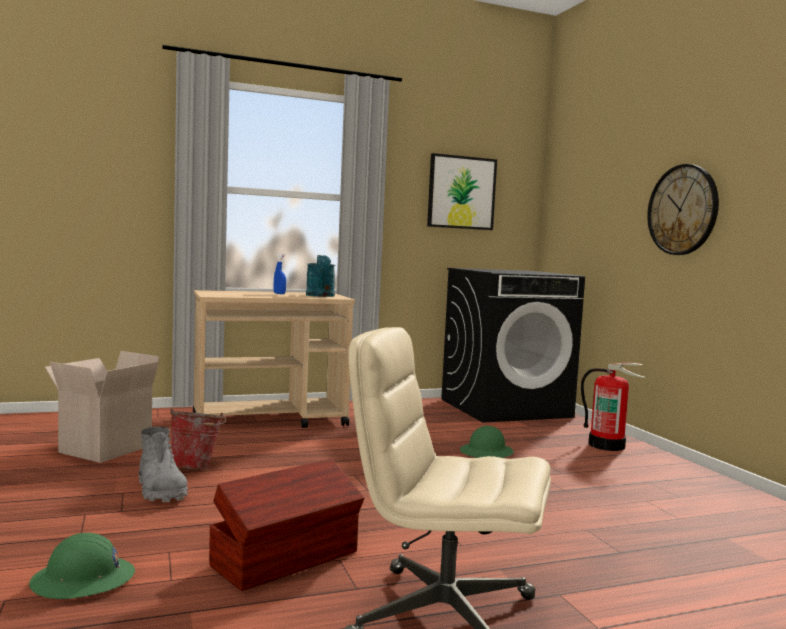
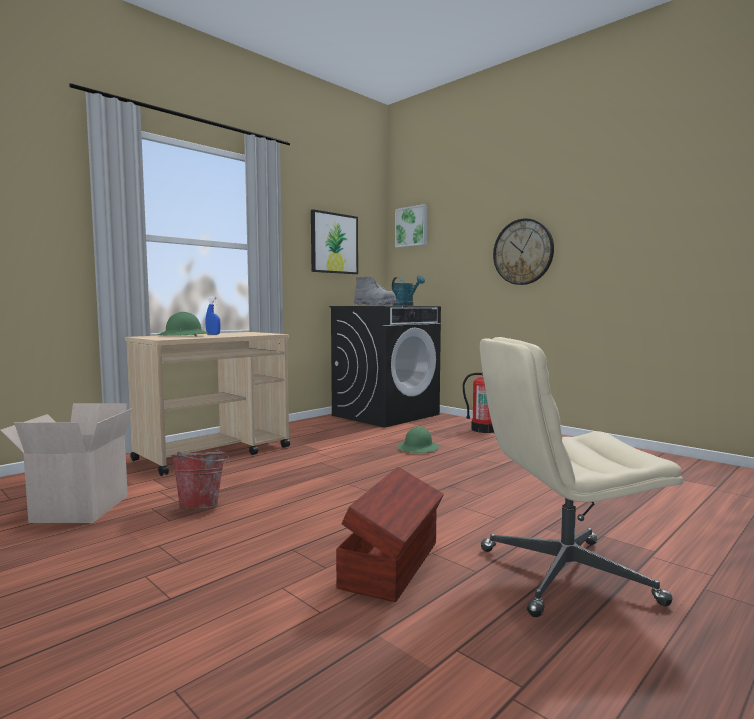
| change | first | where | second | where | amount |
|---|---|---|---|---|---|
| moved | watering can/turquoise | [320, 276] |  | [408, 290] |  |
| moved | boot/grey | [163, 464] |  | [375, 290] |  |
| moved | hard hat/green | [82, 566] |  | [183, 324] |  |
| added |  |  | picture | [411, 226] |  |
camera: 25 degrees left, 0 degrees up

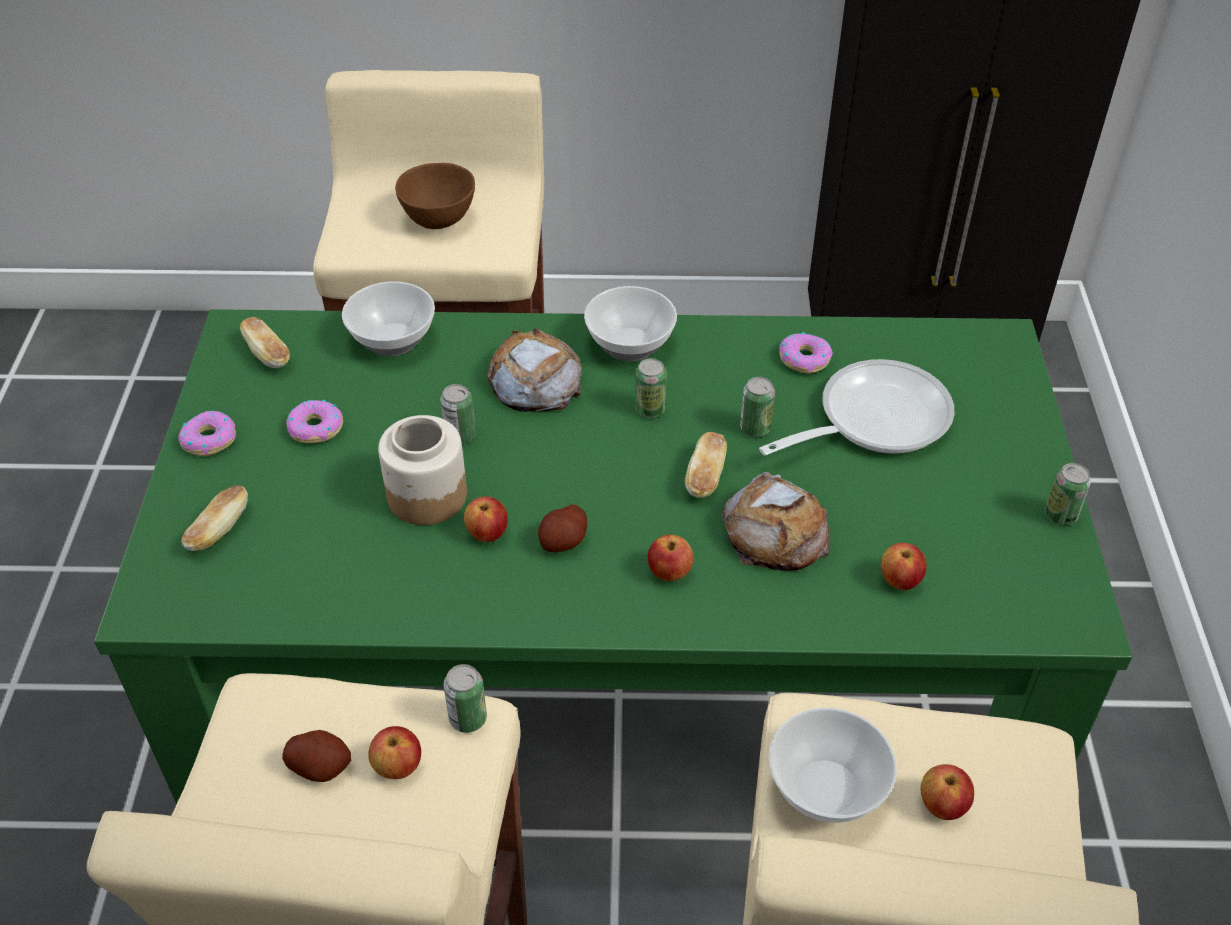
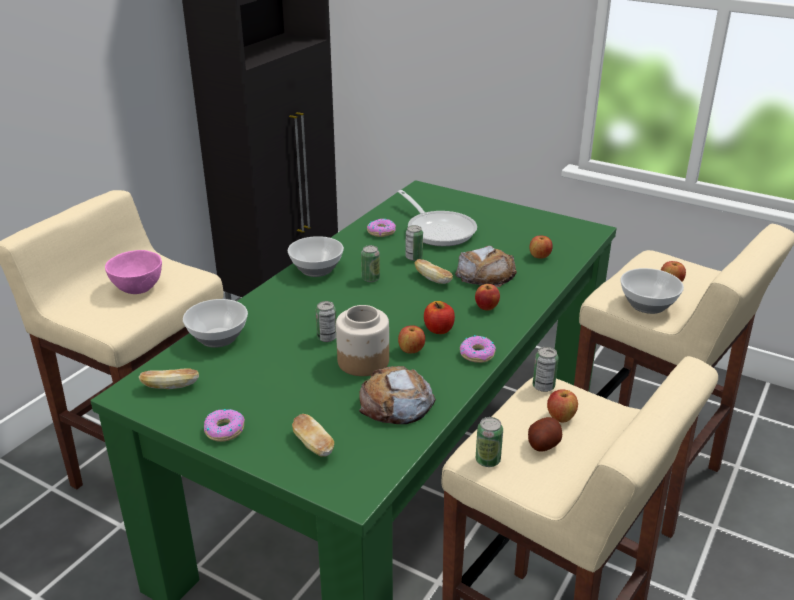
| change | first | where | second | where | amount |
|---|---|---|---|---|---|
| recoloured | bowl/brown | [435, 196] | bowl/pink | [133, 272] |  |
| moved | bread | [534, 370] |  | [397, 395] |  |
| turned | frying pan | [856, 407] |  | [437, 218] | 150 degrees clockwise |
| moved | donut | [314, 421] |  | [478, 349] |  |
| moved | can | [1068, 494] |  | [489, 442] |  |
| replaced | potato | [562, 528] | apple | [439, 317] |  |
camera: 60 degrees left, 15 degrees down

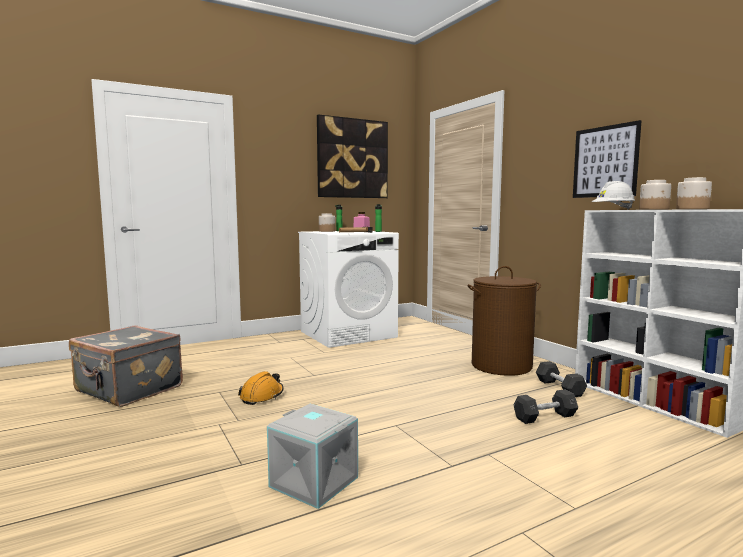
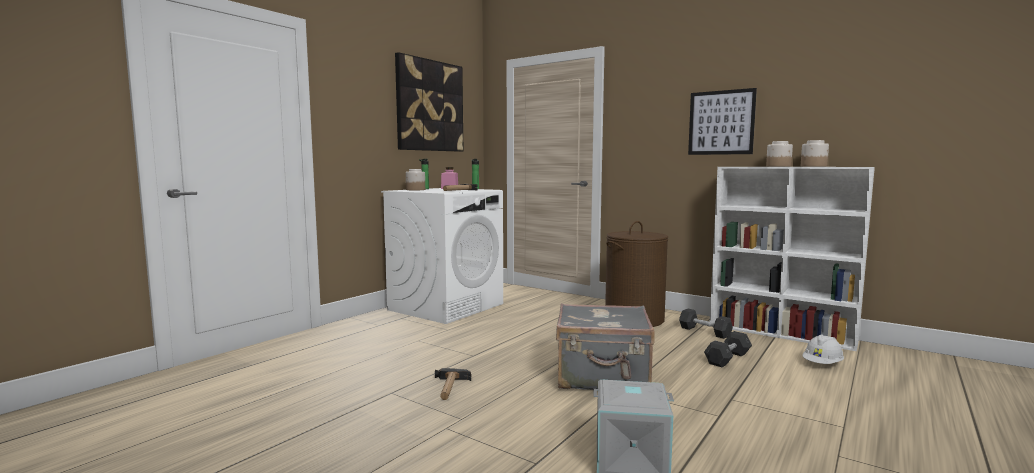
| change | first | where | second | where | amount |
|---|---|---|---|---|---|
| moved | hard hat/white | [613, 195] |  | [823, 349] |  |
| moved | suitcase/grey | [126, 366] |  | [605, 346] |  |
| replaced | hard hat/orange | [261, 388] | hammer | [453, 384] |  |
camera: 25 degrees left, 0 degrees up

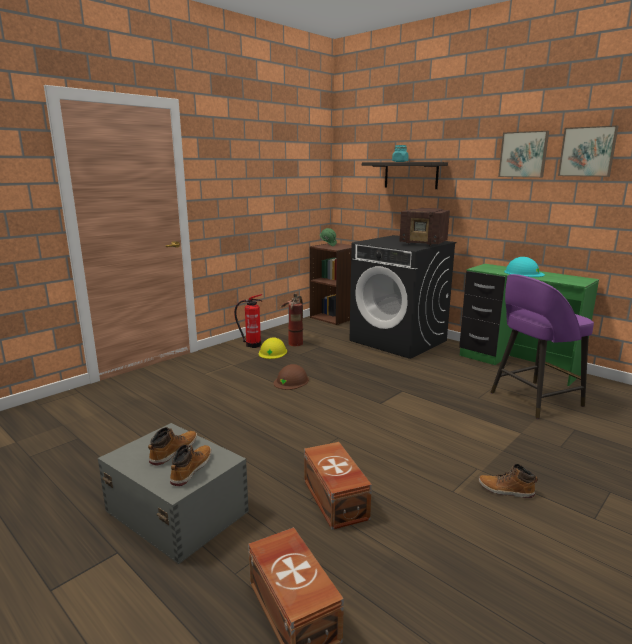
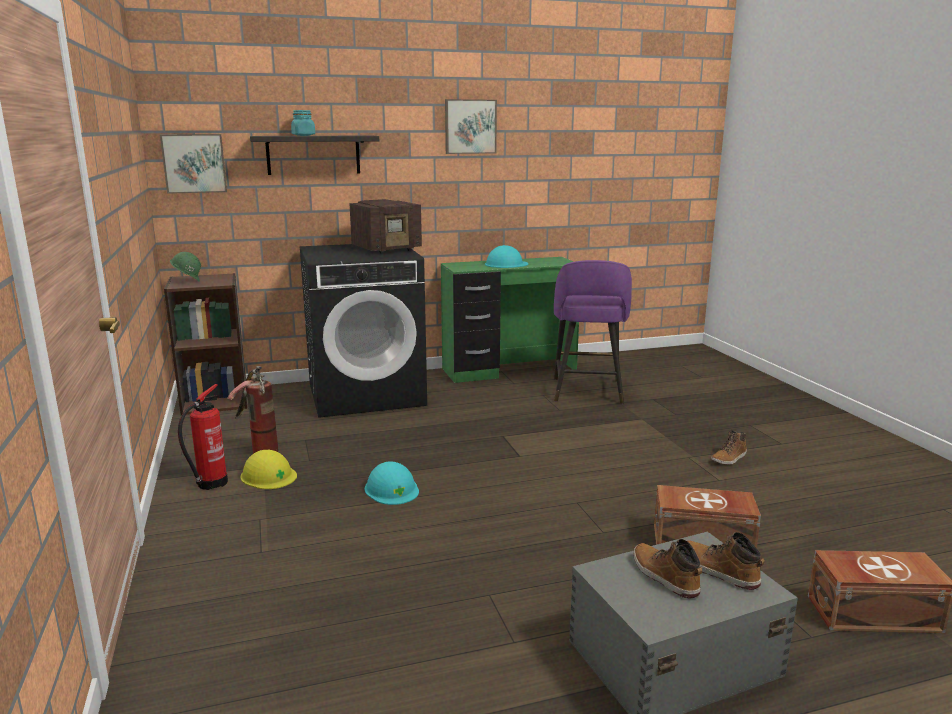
| change | first | where | second | where | amount |
|---|---|---|---|---|---|
| moved | picture | [588, 151] |  | [193, 164] |  |
| recoloured | hard hat/brown | [291, 377] | hard hat/turquoise | [392, 483] |  |
camera: 60 degrees left, 0 degrees up

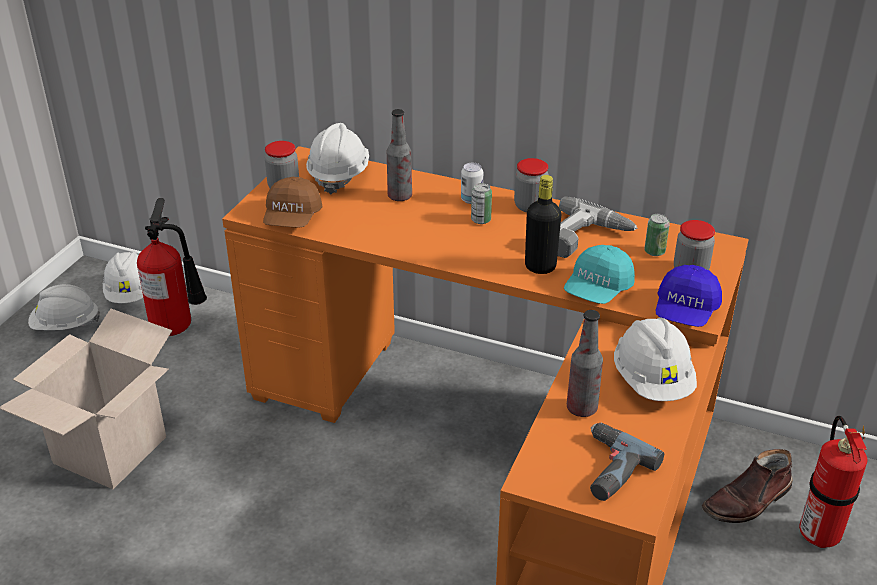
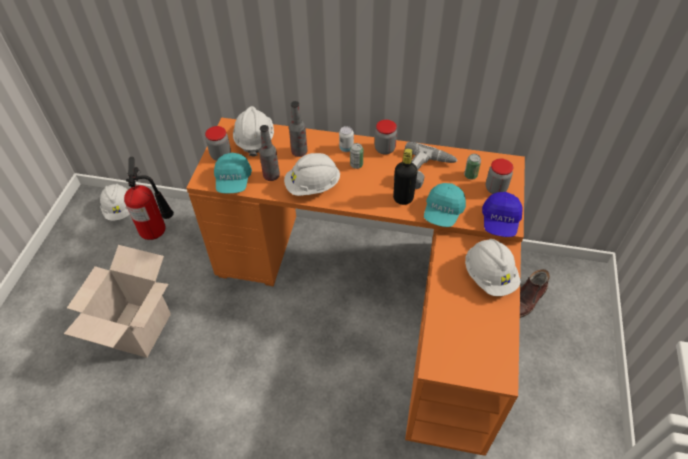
| change | first | where | second | where | amount |
|---|---|---|---|---|---|
| recoloured | cap/brown | [293, 202] | cap/turquoise | [233, 172] |  |
| moved | hard hat/white | [64, 307] |  | [312, 174] |  |
| moved | bottle | [585, 363] |  | [269, 153] |  |
| removed | fire extinguisher | [833, 482] |  |  |  |
| removed | power drill | [627, 462] |  |  |  |
camera: 10 degrees left, 15 degrees up

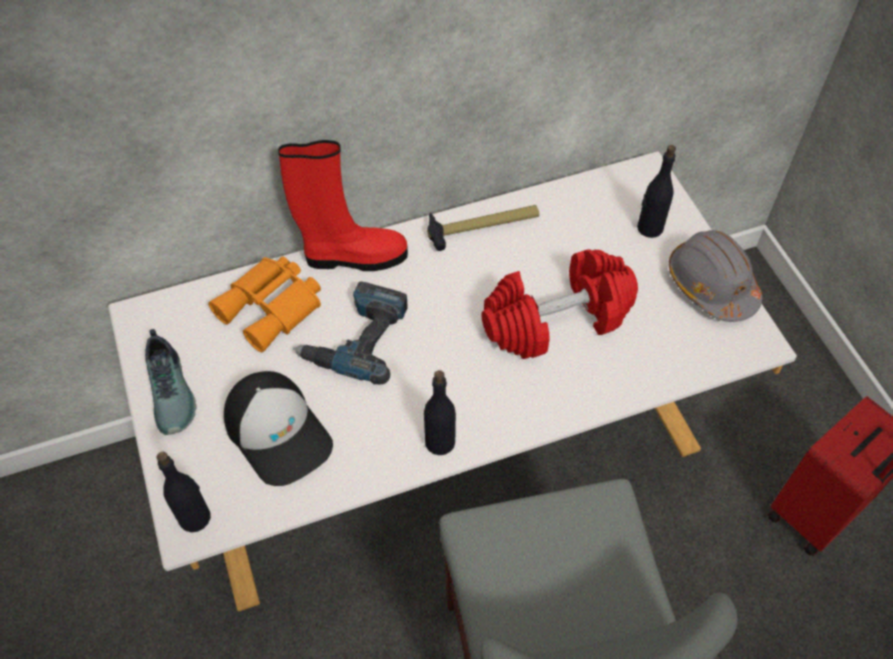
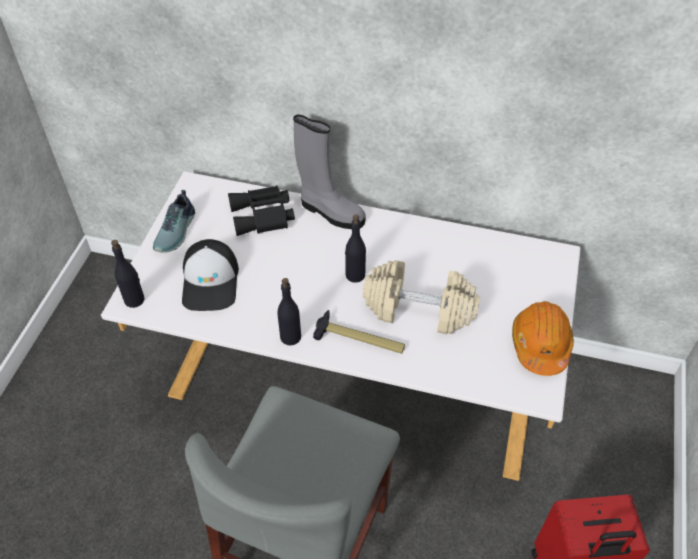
| change | first | where | second | where | amount |
|---|---|---|---|---|---|
| recoloured | boot/red | [343, 205] | boot/grey | [329, 172] |  |
| moved | bottle/black | [656, 191] |  | [355, 248] |  |
| moved | hammer | [483, 228] |  | [359, 332] |  |
| recoloured | hard hat/grey | [715, 276] | hard hat/orange | [543, 338] |  |
| recoloured | dumbbell/red | [559, 304] | dumbbell/beige | [421, 297] |  |
| recoloured | binoculars/orange | [264, 304] | binoculars/black | [261, 210] |  |
| removed | power drill | [350, 333] |  |  |  |
camera: 35 degrees right, 5 degrees down

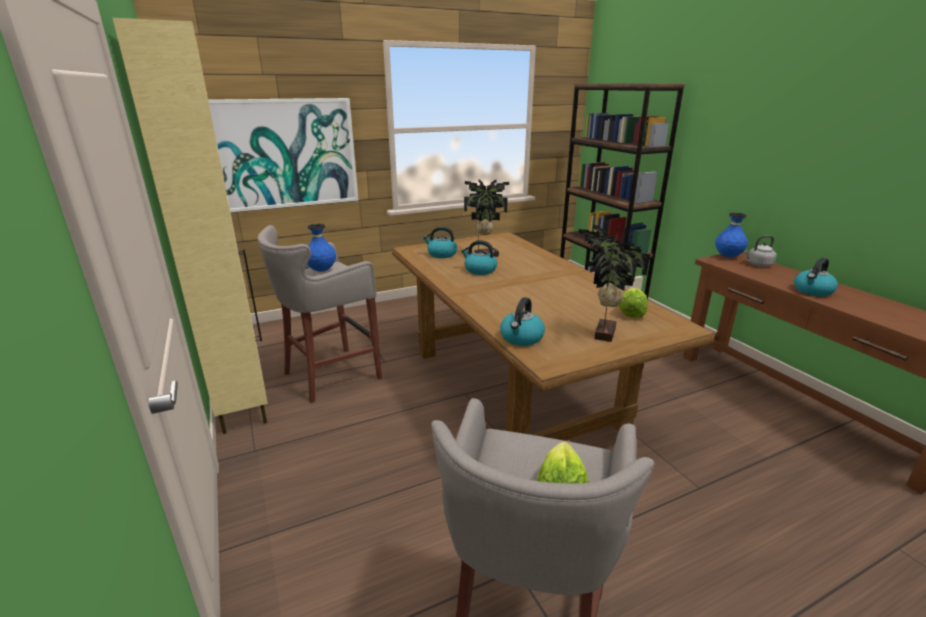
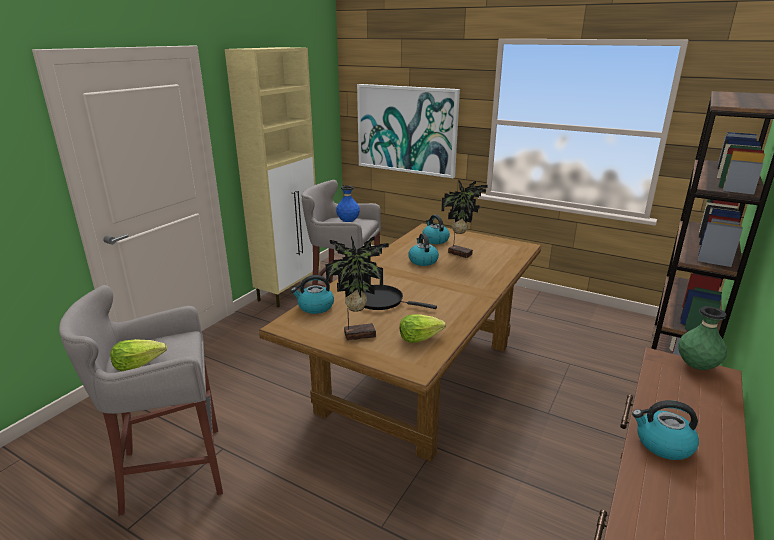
| change | first | where | second | where | amount |
|---|---|---|---|---|---|
| recoloured | vase/blue | [731, 234] | vase/green | [702, 338] |  |
| removed | kettle/grey | [760, 251] |  |  |  |
| added |  |  | frying pan/black | [400, 297] |  |
camera: 55 degrees right, 0 degrees up

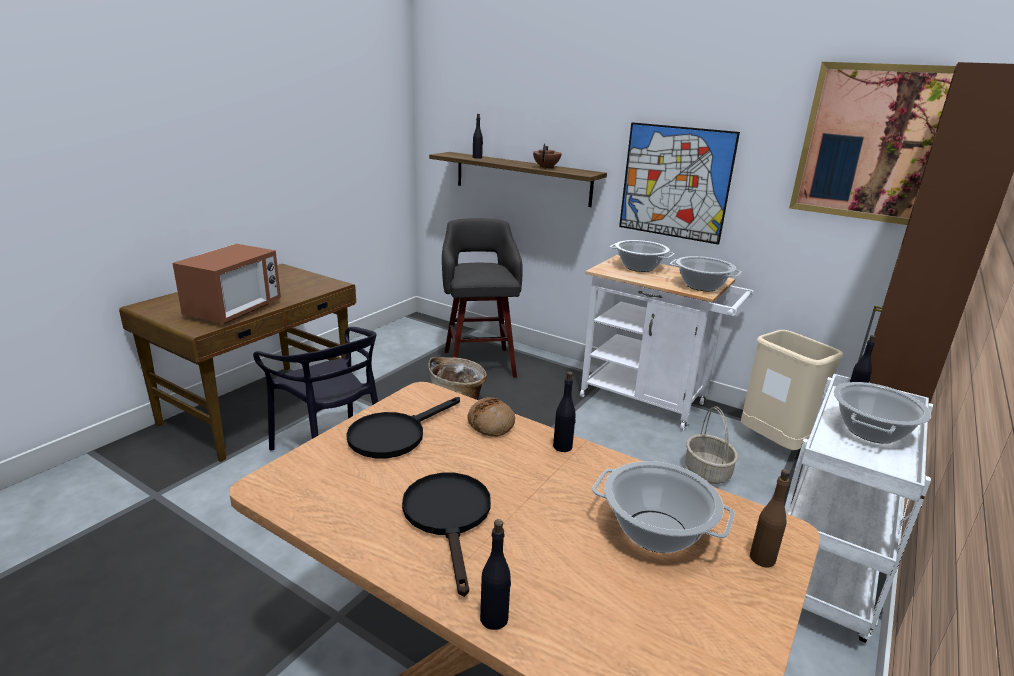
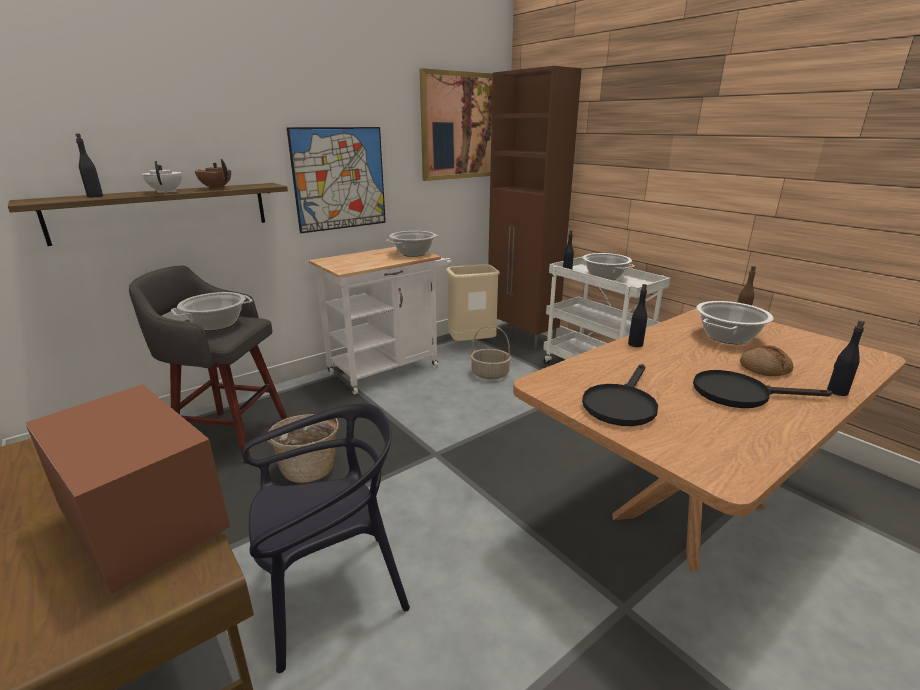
| change | first | where | second | where | amount |
|---|---|---|---|---|---|
| moved | cooking pot | [642, 256] |  | [212, 311] |  |
| turned | frying pan/black | [403, 427] |  | [620, 395] | 60 degrees clockwise |
| moved | bread | [491, 417] |  | [766, 360] |  |
| added |  |  | teapot/white | [162, 177] |  |
camera: 70 degrees left, 0 degrees up

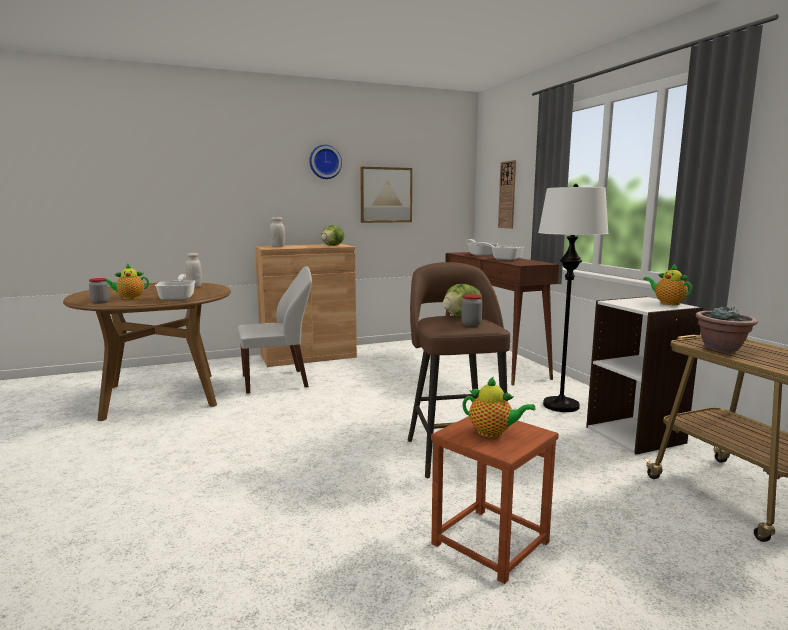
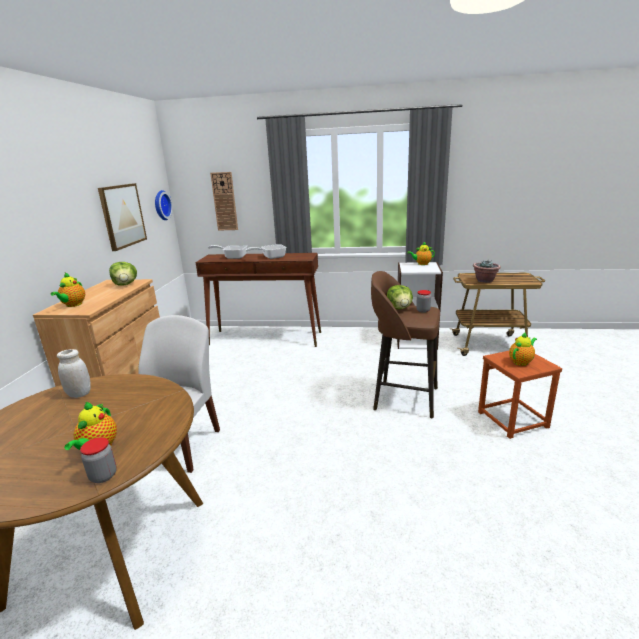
| change | first | where | second | where | amount |
|---|---|---|---|---|---|
| moved | wall clock | [325, 162] |  | [164, 205] |  |
| removed | floor lamp/white | [573, 298] |  |  |  |
| replaced | jar/white | [277, 232] | teapot | [68, 289] |  |
| removed | frying pan | [175, 287] |  |  |  |
camera: 60 degrees left, 10 degrees up

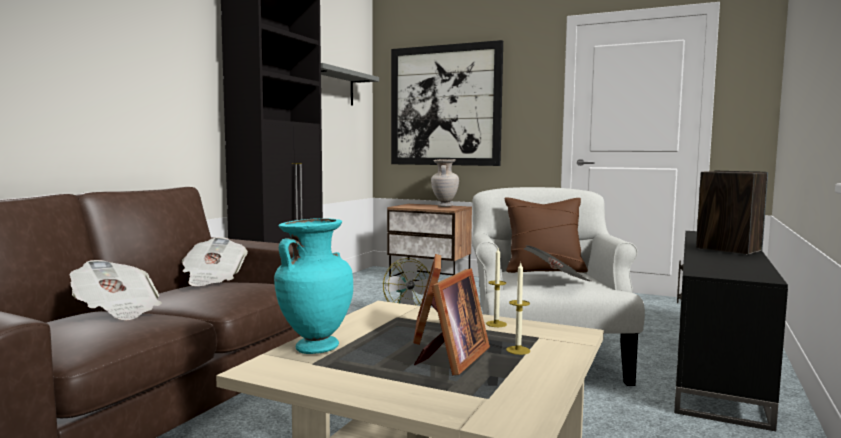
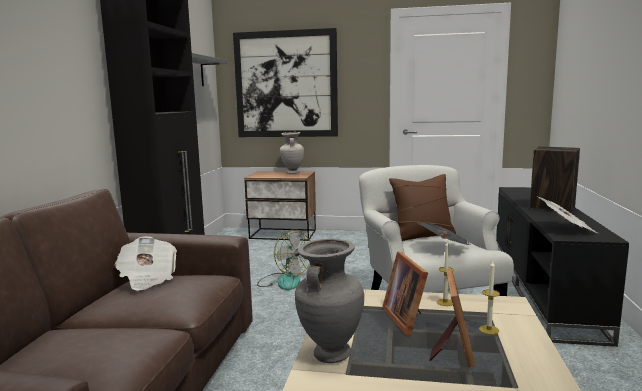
| change | first | where | second | where | amount |
|---|---|---|---|---|---|
| recoloured | vase/turquoise | [313, 286] | vase/grey | [329, 301] |  |
| moved | newspaper | [116, 290] |  | [566, 214] |  |
camera: 15 degrees left, 5 degrees up

